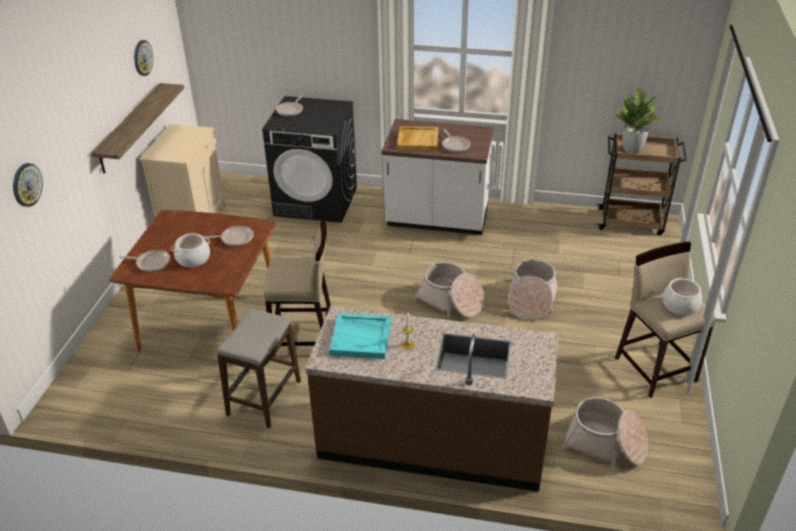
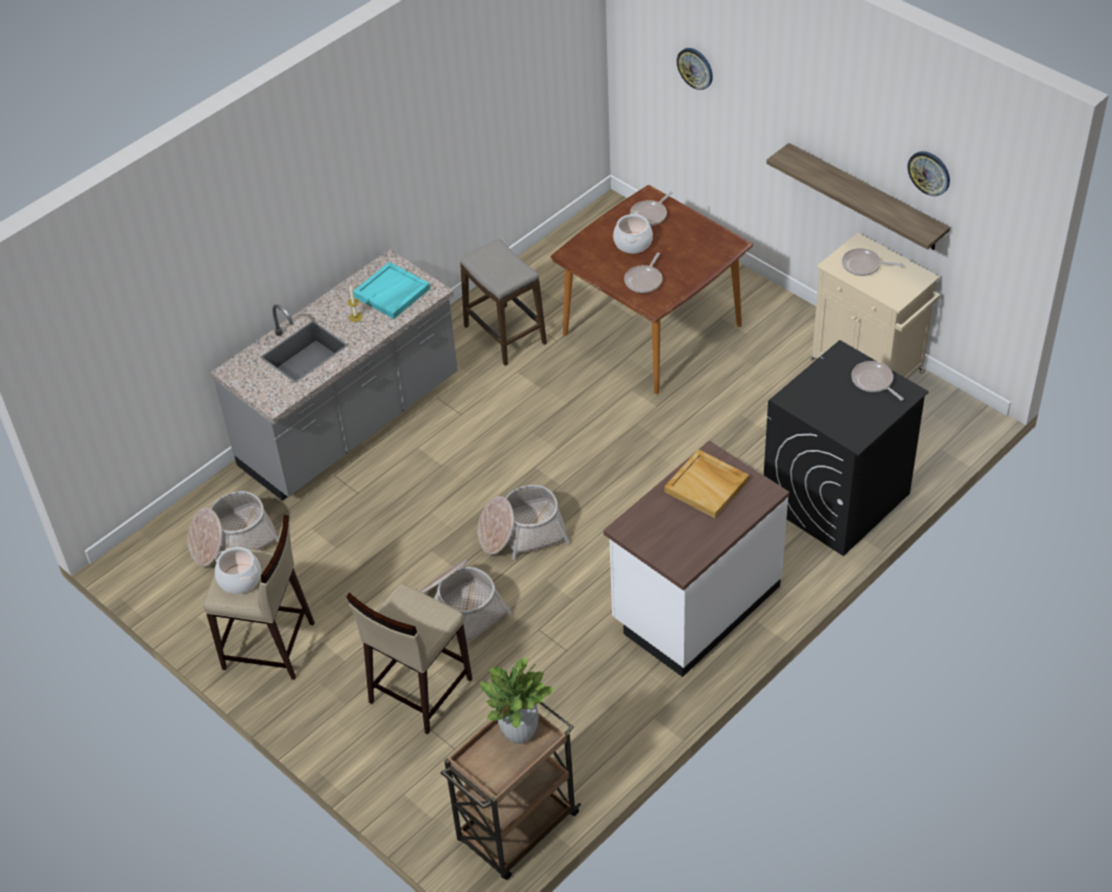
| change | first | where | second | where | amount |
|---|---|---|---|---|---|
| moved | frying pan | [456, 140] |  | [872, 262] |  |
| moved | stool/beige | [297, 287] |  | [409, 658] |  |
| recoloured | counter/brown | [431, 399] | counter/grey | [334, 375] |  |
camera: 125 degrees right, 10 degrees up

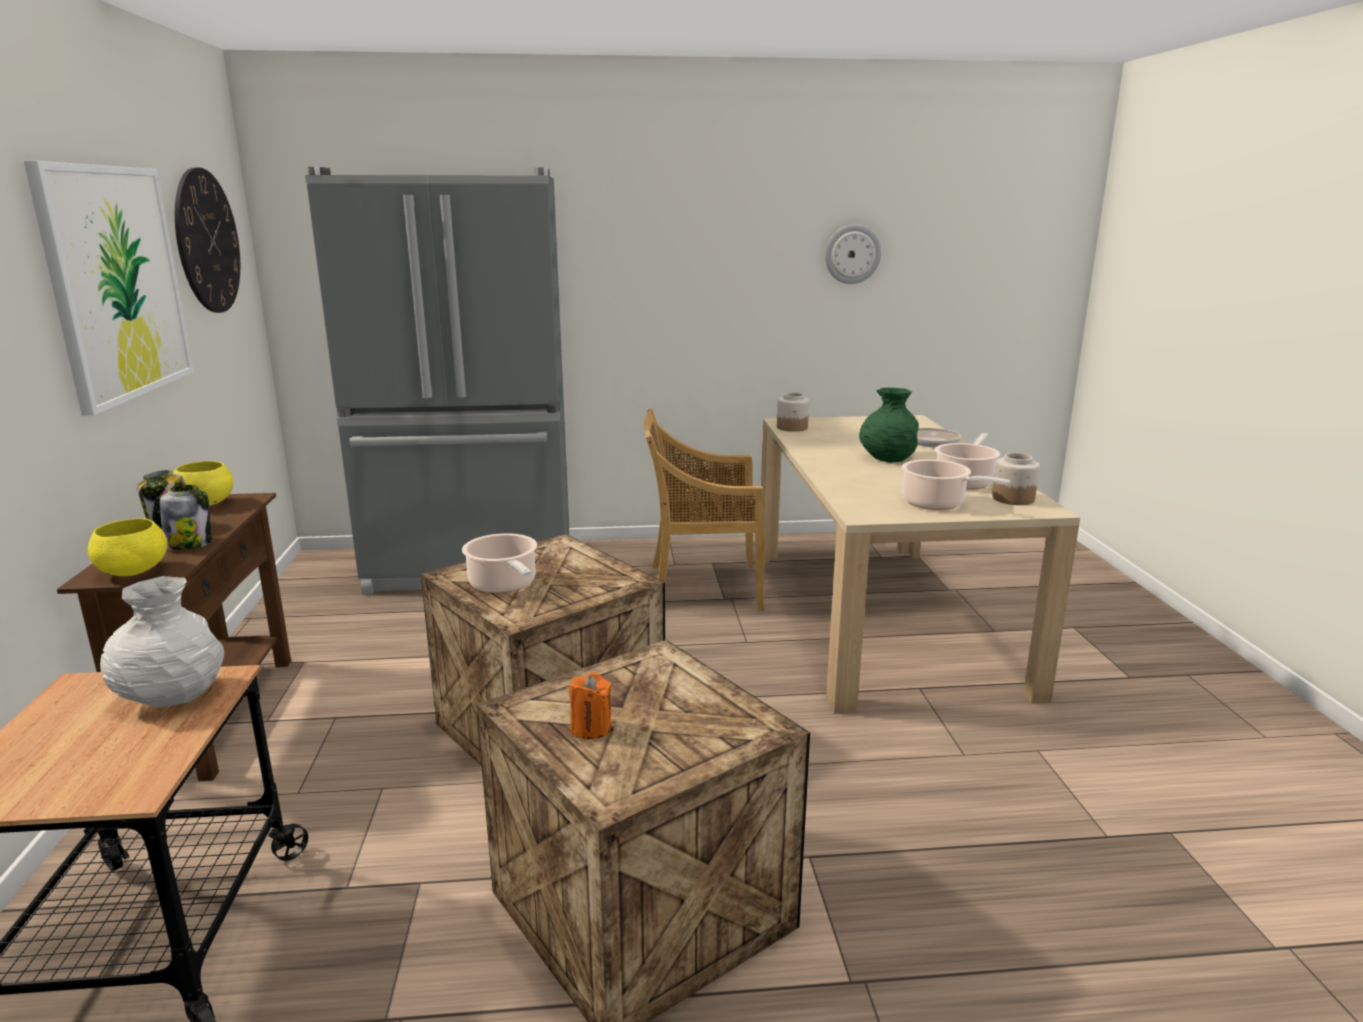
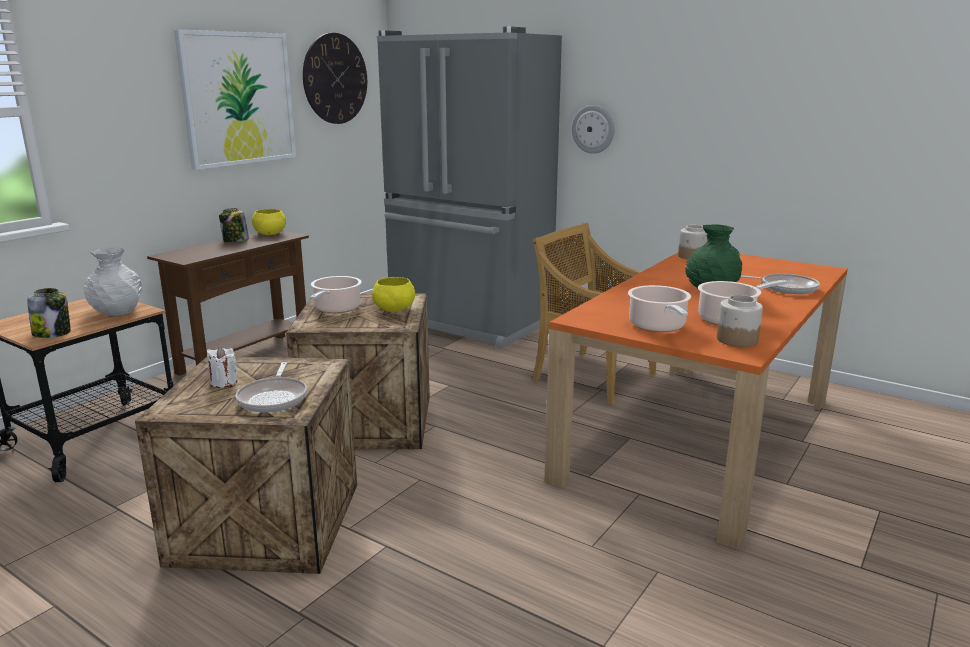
| change | first | where | second | where | amount |
|---|---|---|---|---|---|
| moved | wall clock | [853, 254] |  | [593, 129] |  |
| recoloured | dining table/beige | [920, 564] | dining table/orange | [696, 401] |  |
| moved | jar | [186, 517] |  | [49, 313] |  |
| moved | bowl/yellow | [127, 547] |  | [393, 294] |  |
| recoloured | candle/orange | [589, 705] | candle/white | [222, 367] |  |
| added |  |  | frying pan | [271, 387] |  |
camera: 40 degrees right, 0 degrees up

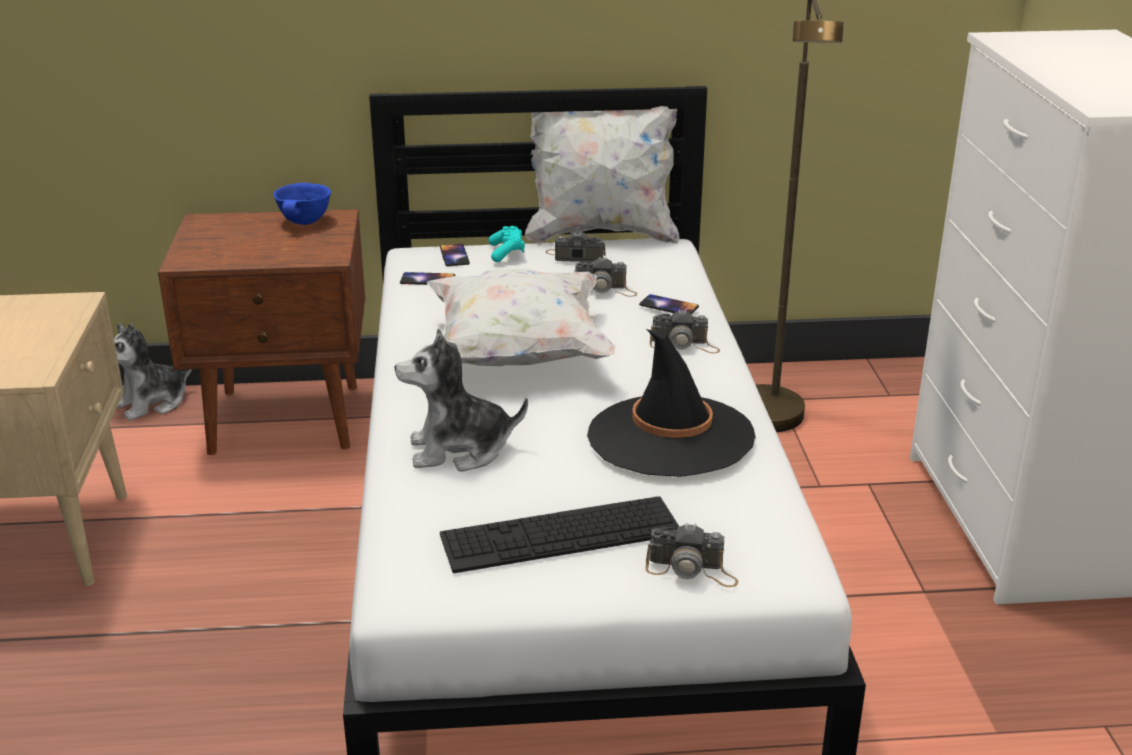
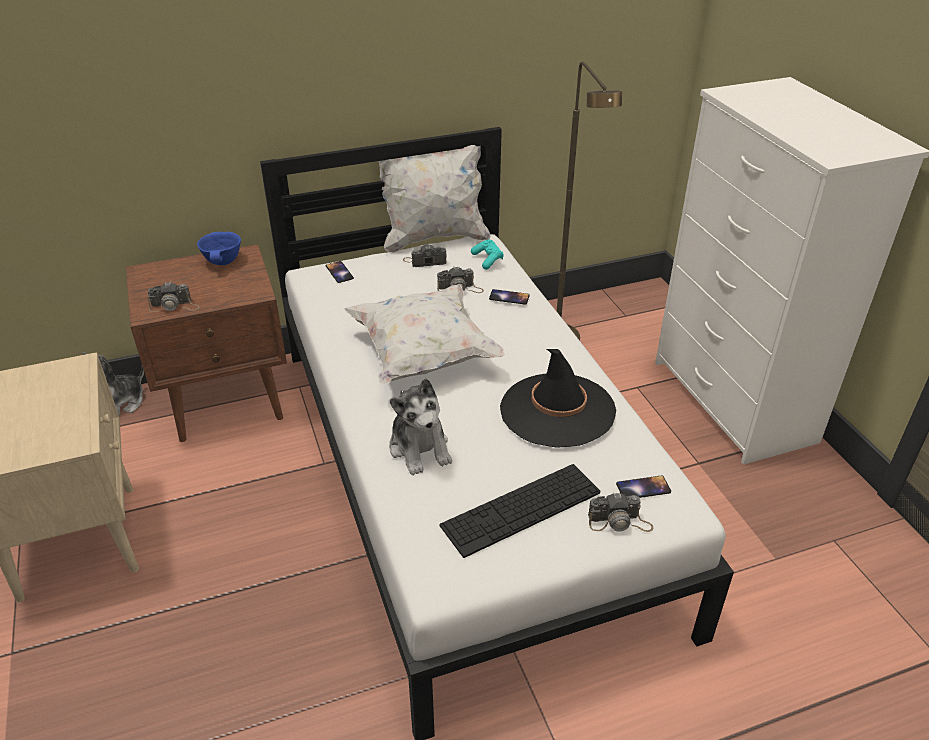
| change | first | where | second | where | amount |
|---|---|---|---|---|---|
| moved | game controller/turquoise | [507, 244] |  | [487, 254] |  |
| moved | phone | [427, 278] |  | [643, 486] |  |
| moved | photo camera | [685, 331] |  | [173, 297] |  |
| turned | plush toy | [461, 400] |  | [420, 426] | 90 degrees counterclockwise |
camera: 15 degrees left, 10 degrees up

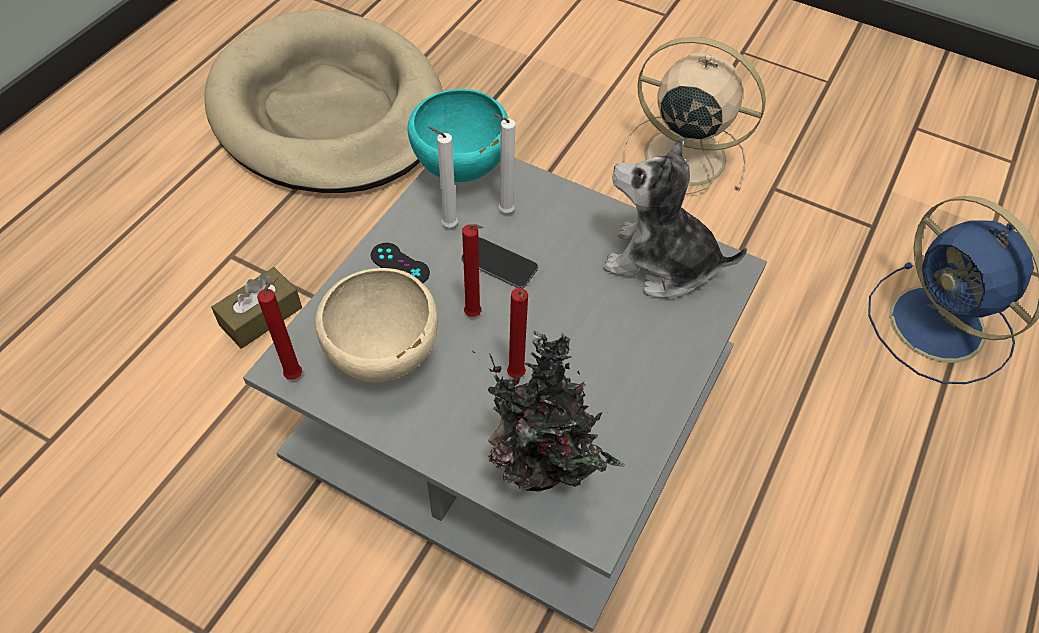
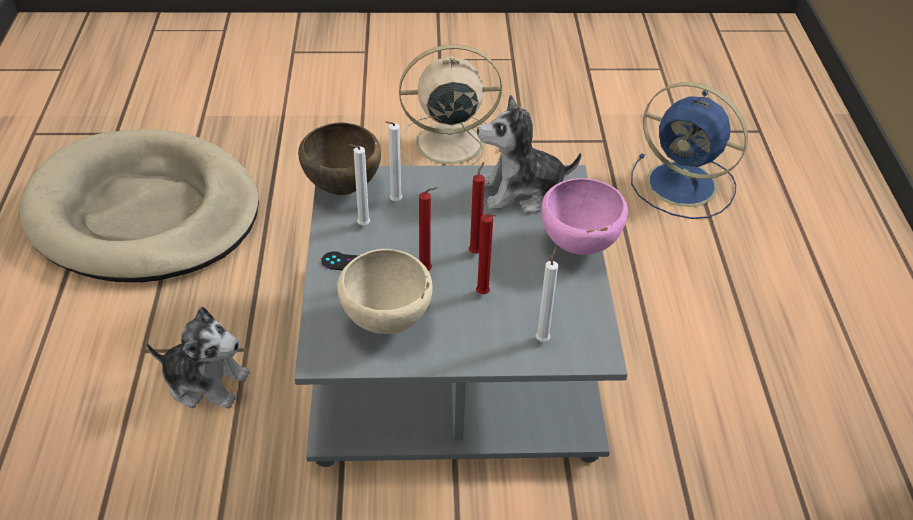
| change | first | where | second | where | amount |
|---|---|---|---|---|---|
| recoloured | bowl/turquoise | [457, 135] | bowl/brown | [339, 158] |  |
| removed | phone | [499, 263] |  |  |  |
| replaced | tissue box/brown | [256, 308] | plush toy | [198, 358] |  |
| moved | candle/red | [279, 328] |  | [477, 208] |  |
| replaced | potted plant | [549, 411] | candle/white | [547, 294] |  |
| added |  |  | bowl/pink | [584, 216] |  |
camera: 30 degrees left, 10 degrees down

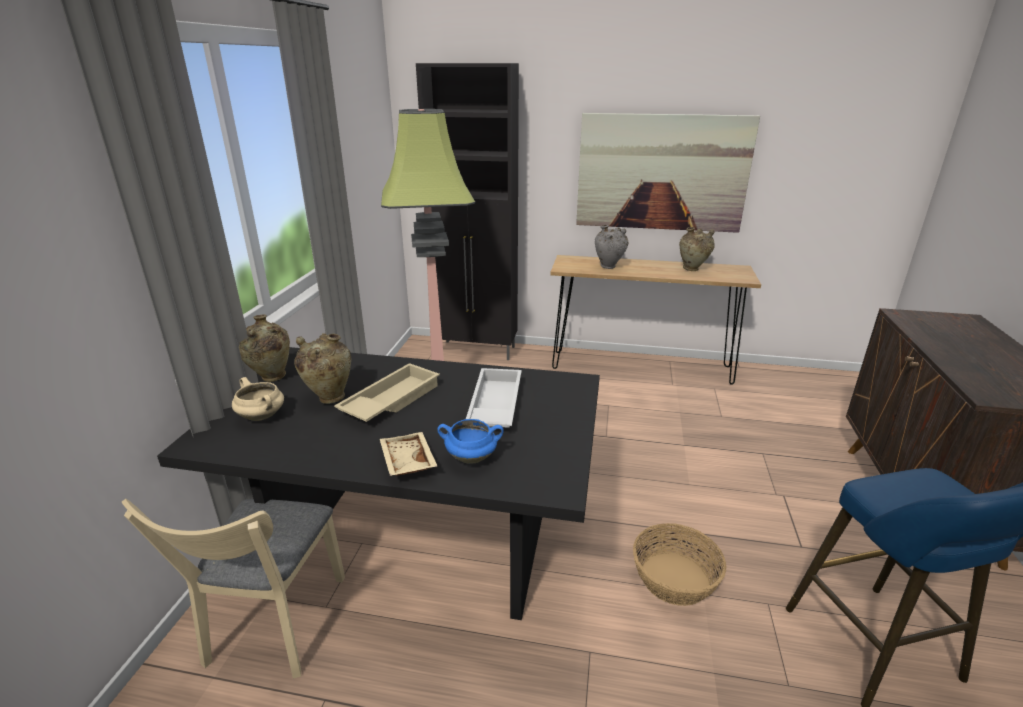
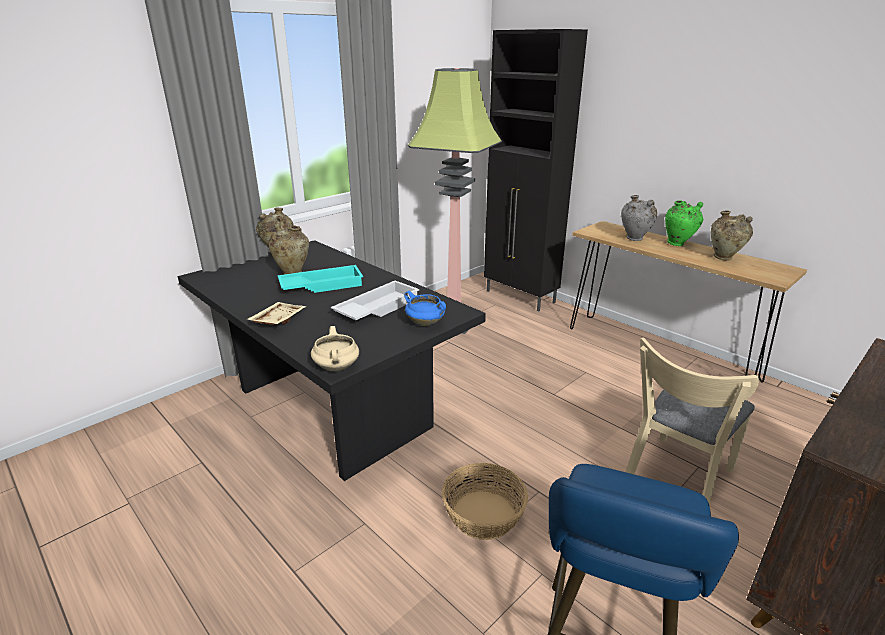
| change | first | where | second | where | amount |
|---|---|---|---|---|---|
| removed | picture | [668, 173] |  |  |  |
| recoloured | tray/beige | [387, 392] | tray/turquoise | [320, 279] |  |
| moved | cooking pot/beige | [258, 399] |  | [335, 348] |  |
| moved | cooking pot/blue | [470, 441] |  | [425, 308] |  |
| moved | chair/beige | [233, 589] |  | [692, 421] |  |
| added |  |  | vase/green | [684, 223] |  |
camera: 35 degrees right, 0 degrees up

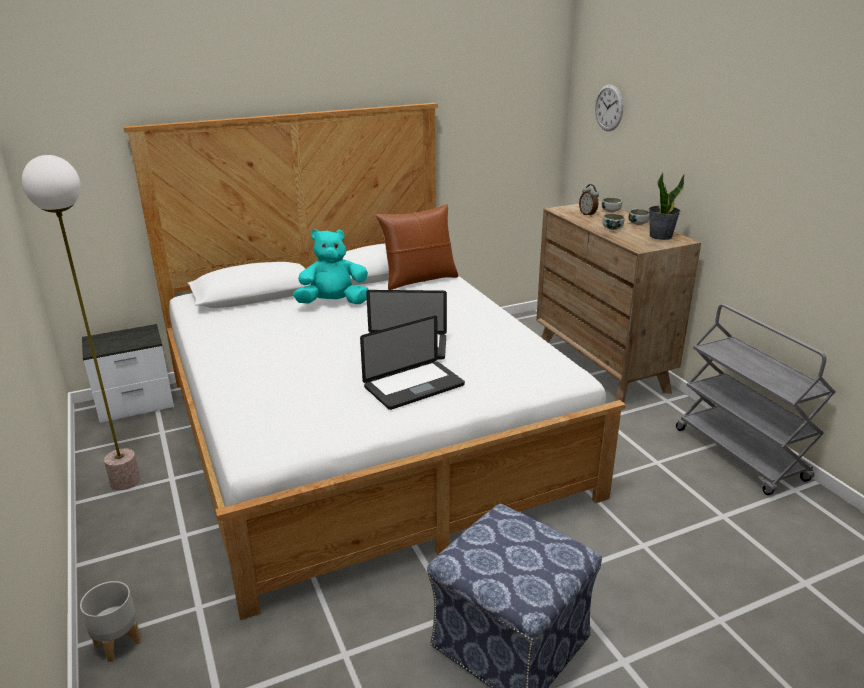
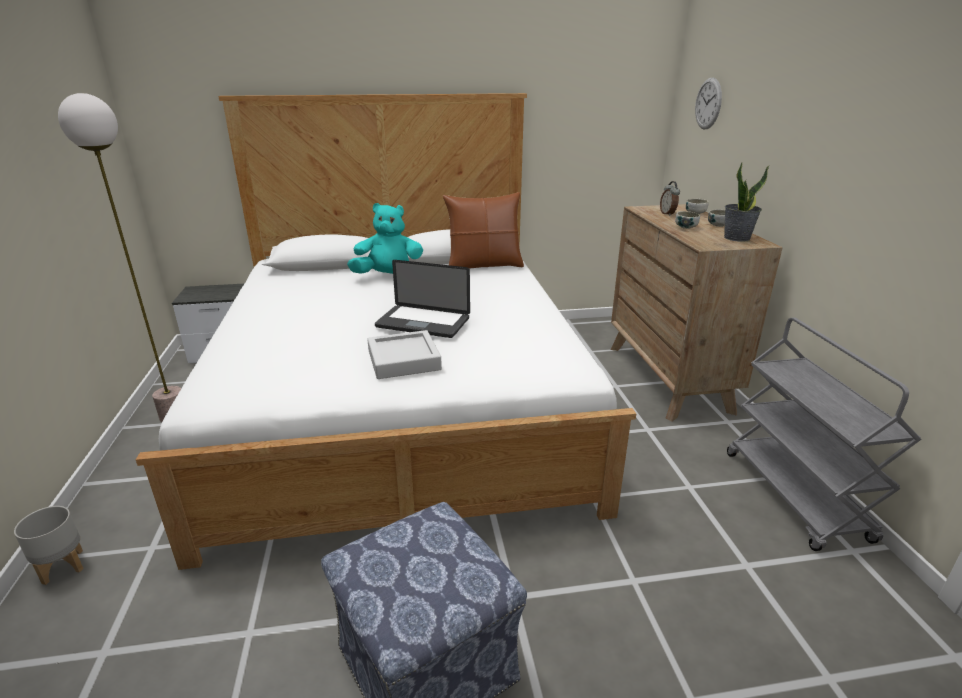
| change | first | where | second | where | amount |
|---|---|---|---|---|---|
| replaced | laptop | [412, 362] | tray/grey | [404, 354] |  |
camera: 15 degrees right, 0 degrees up

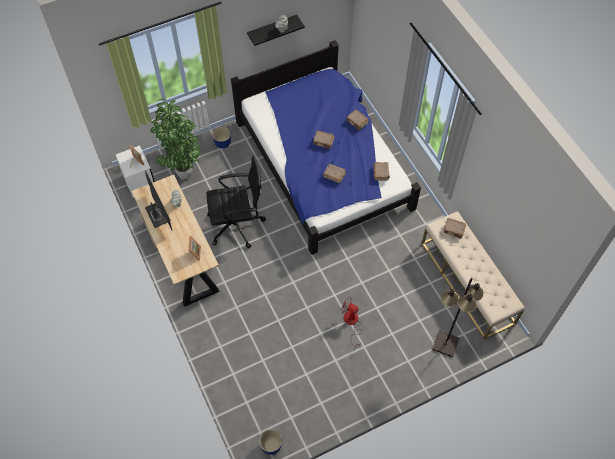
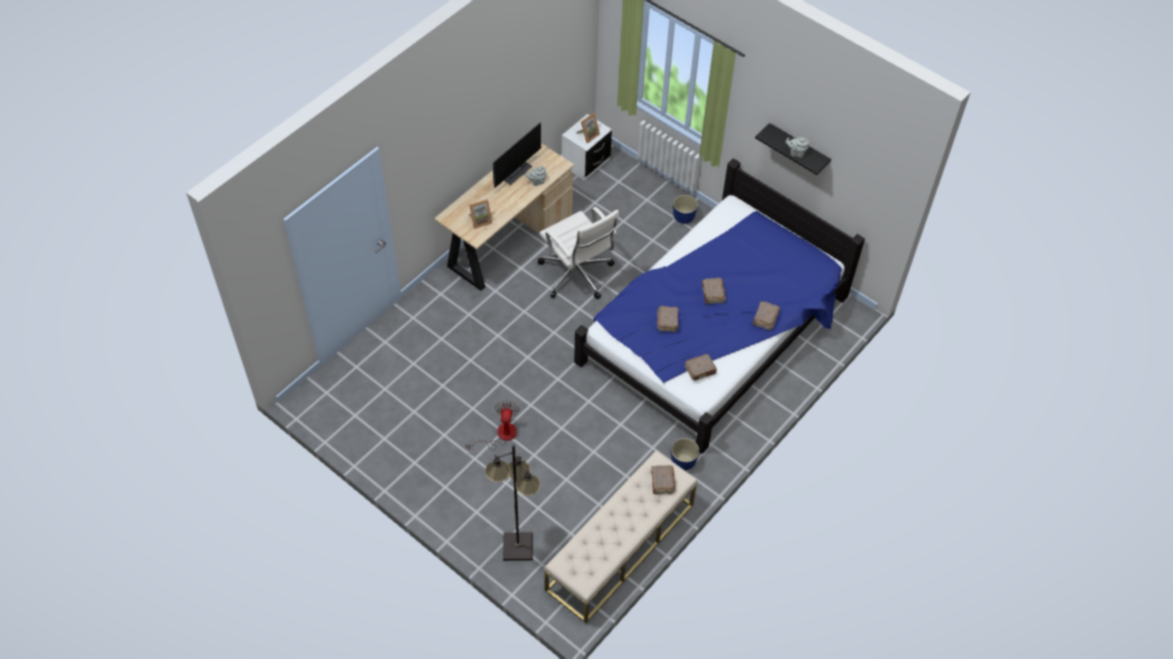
| change | first | where | second | where | amount |
|---|---|---|---|---|---|
| removed | potted plant | [175, 139] |  |  |  |
| recoloured | office chair/black | [236, 201] | office chair/white | [578, 253] |  |
| moved | planter | [270, 442] |  | [685, 454] |  |
camera: 65 degrees right, 5 degrees down

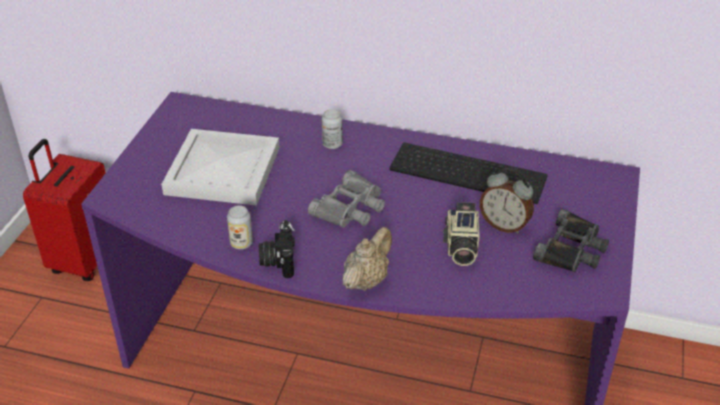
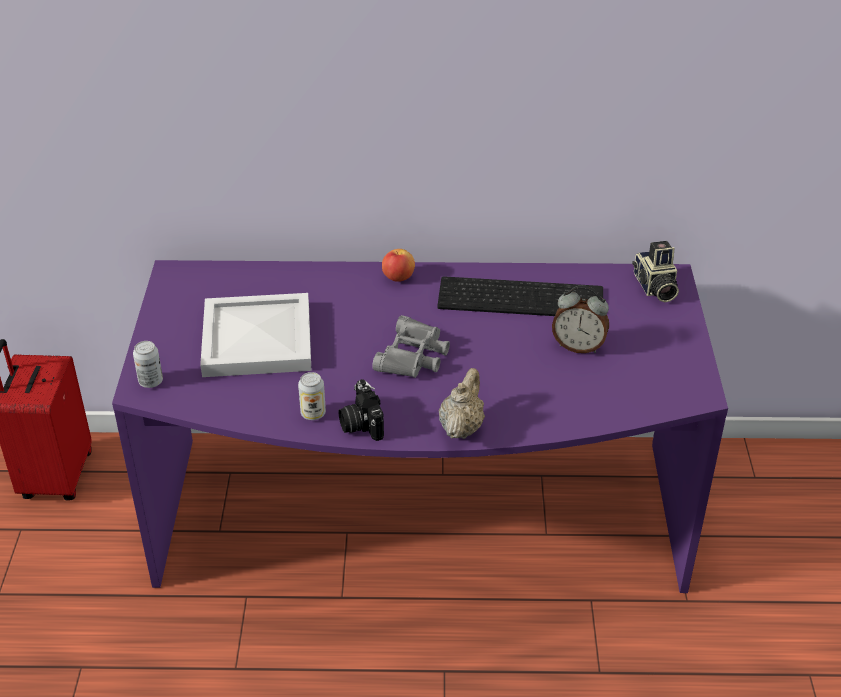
| change | first | where | second | where | amount |
|---|---|---|---|---|---|
| moved | can | [332, 129] |  | [148, 364] |  |
| moved | photo camera | [461, 234] |  | [655, 271] |  |
| removed | binoculars/black | [571, 240] |  |  |  |
| added |  |  | apple | [398, 265] |  |
camera: 15 degrees left, 0 degrees up

